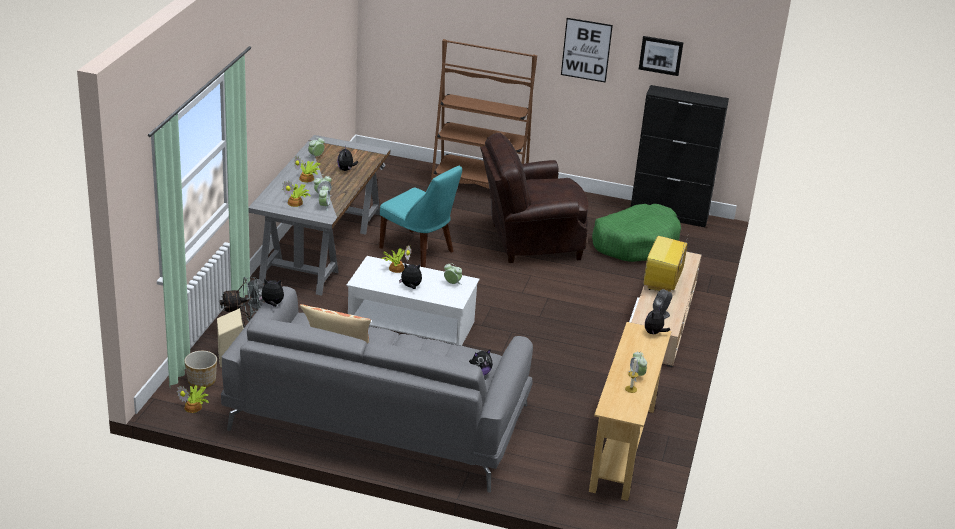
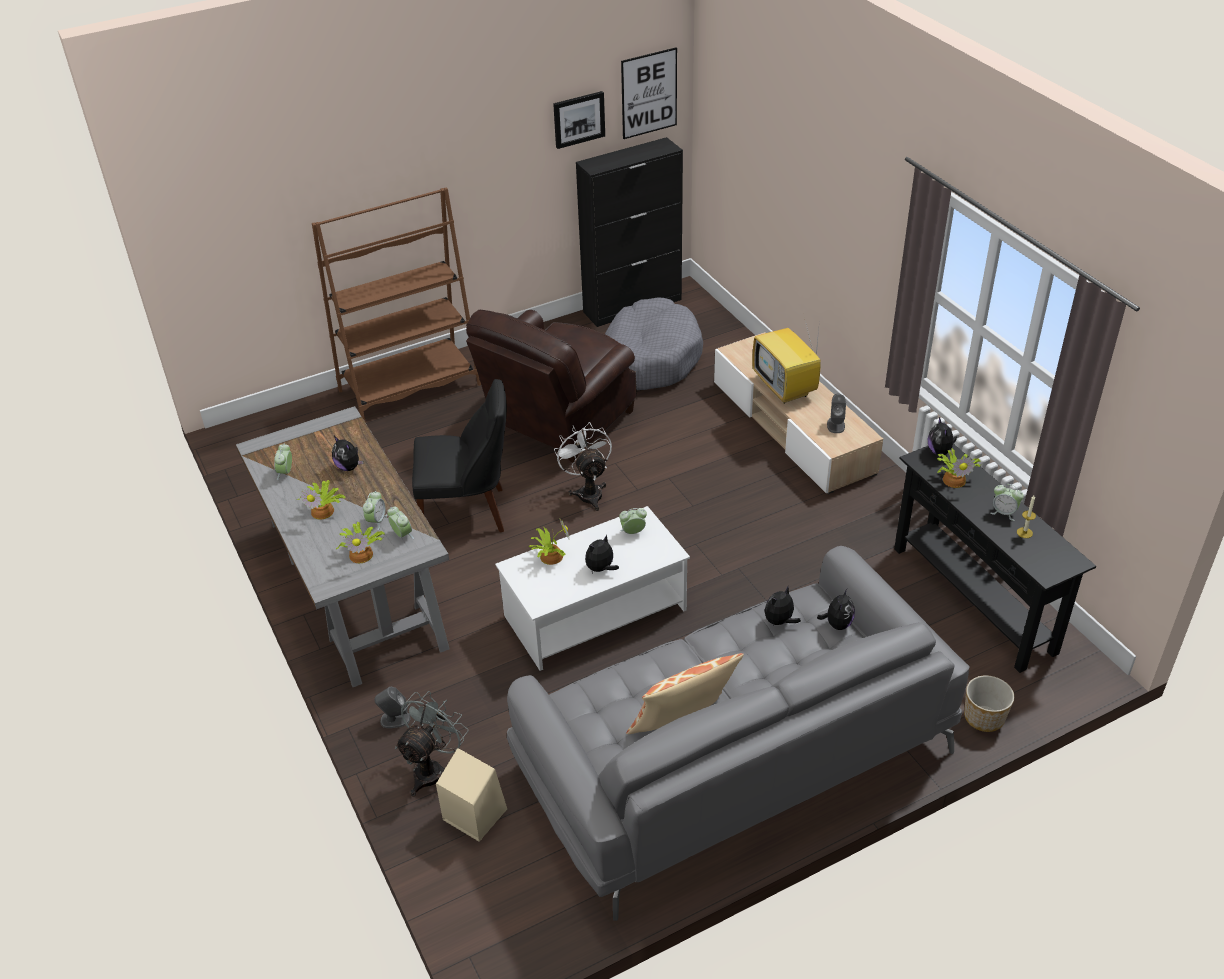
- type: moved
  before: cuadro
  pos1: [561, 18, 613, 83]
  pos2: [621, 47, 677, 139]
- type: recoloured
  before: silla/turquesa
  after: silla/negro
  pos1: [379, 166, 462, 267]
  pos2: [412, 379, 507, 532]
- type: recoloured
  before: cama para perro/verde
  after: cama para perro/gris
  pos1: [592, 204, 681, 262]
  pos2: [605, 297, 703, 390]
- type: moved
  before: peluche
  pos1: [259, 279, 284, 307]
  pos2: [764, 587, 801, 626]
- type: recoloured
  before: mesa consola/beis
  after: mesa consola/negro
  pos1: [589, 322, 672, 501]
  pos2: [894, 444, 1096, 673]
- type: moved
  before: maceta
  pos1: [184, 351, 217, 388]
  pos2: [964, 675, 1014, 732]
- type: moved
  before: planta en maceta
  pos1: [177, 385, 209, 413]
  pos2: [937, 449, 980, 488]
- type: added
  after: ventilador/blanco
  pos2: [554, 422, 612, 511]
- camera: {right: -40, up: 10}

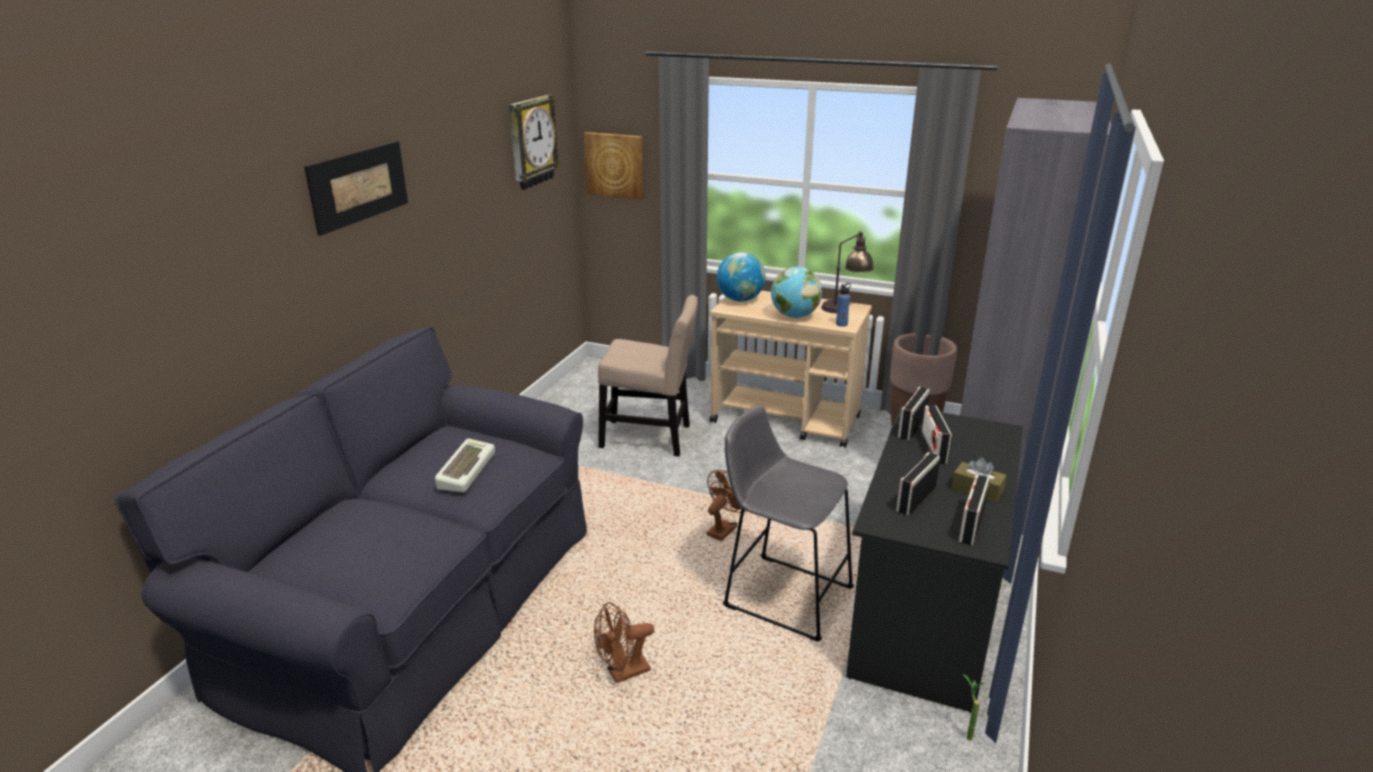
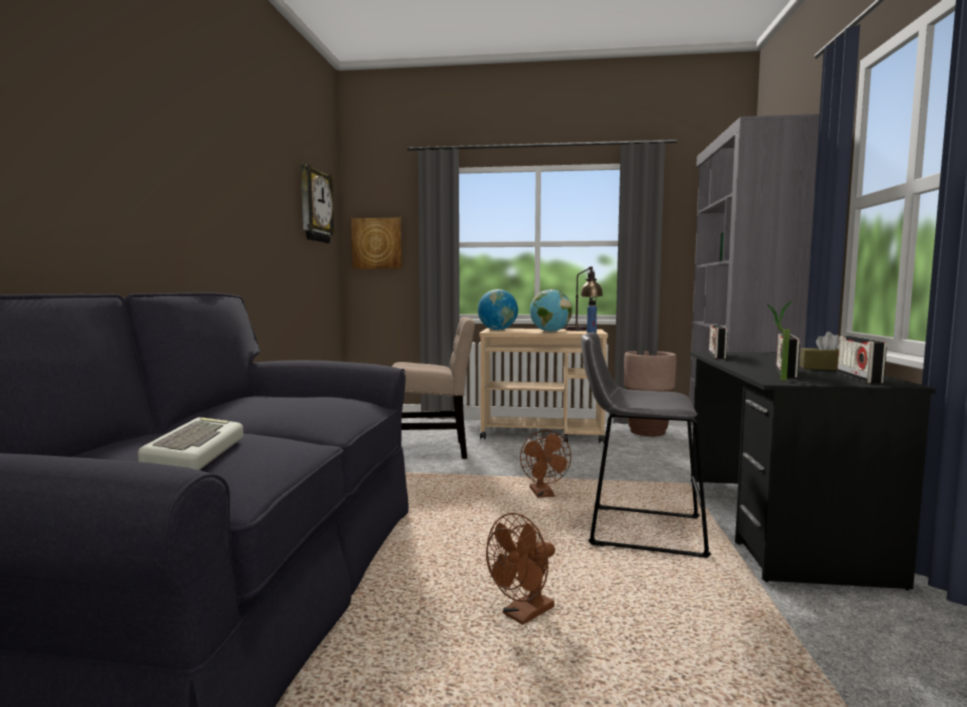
- type: removed
  before: cuadro
  pos1: [304, 141, 408, 236]
- type: removed
  before: radio
  pos1: [921, 405, 952, 464]
- type: moved
  before: teclado
  pos1: [435, 439, 495, 492]
  pos2: [138, 417, 243, 470]
- type: turned
  before: ventilador/marrón
  pos1: [707, 470, 747, 541]
  pos2: [520, 430, 571, 498]
  turn: 150
- type: moved
  before: planta en maceta
  pos1: [962, 673, 984, 741]
  pos2: [766, 299, 794, 380]
- camera: {right: -15, up: -20}

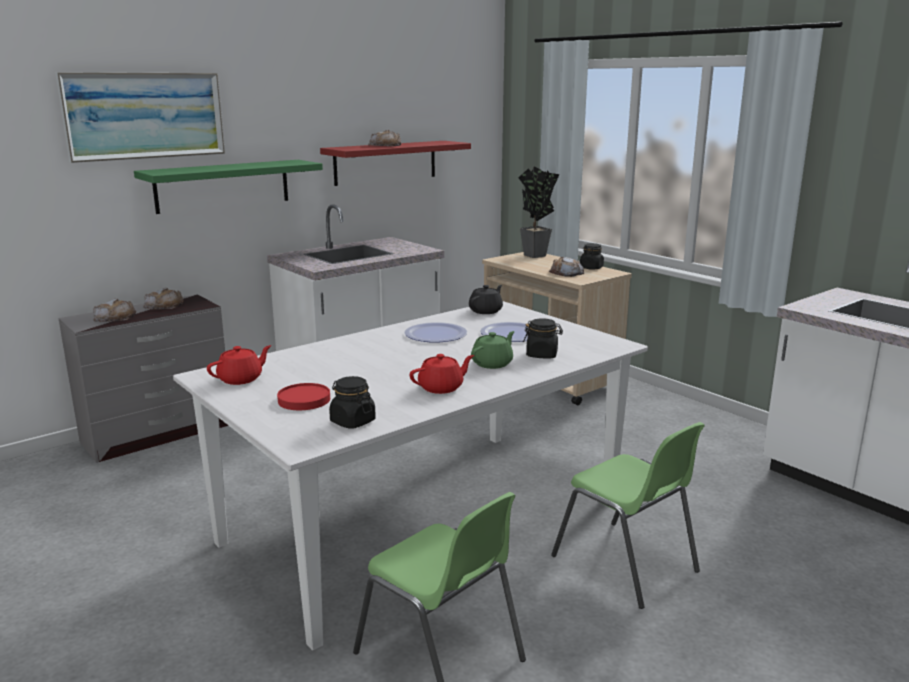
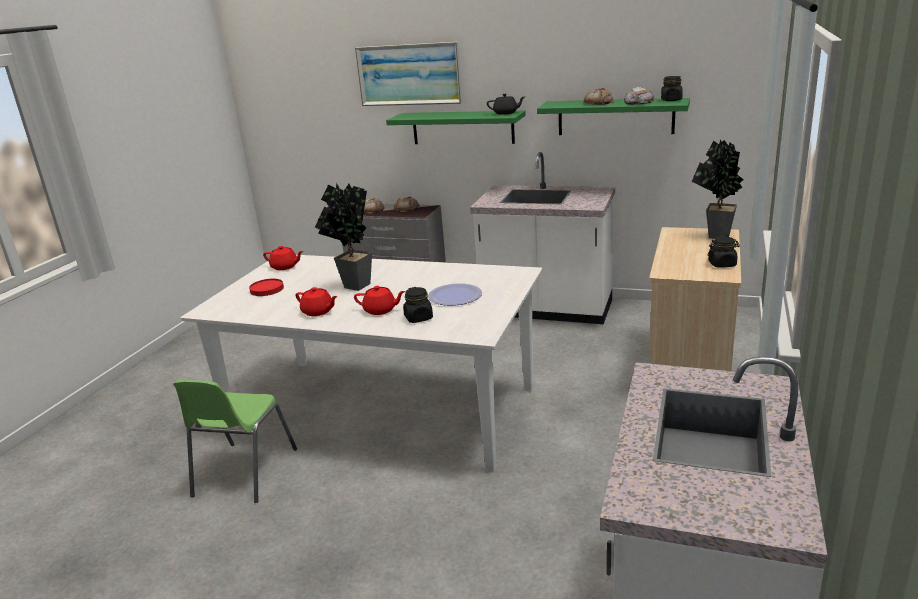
- type: recoloured
  before: estante/rojo
  after: estante/verde
  pos1: [320, 141, 471, 186]
  pos2: [537, 98, 690, 135]
- type: moved
  before: pan
  pos1: [549, 257, 584, 277]
  pos2: [624, 87, 654, 105]
- type: moved
  before: tetera/negro
  pos1: [469, 285, 503, 314]
  pos2: [487, 94, 525, 115]
- type: removed
  before: plato
  pos1: [405, 322, 467, 342]
- type: recoloured
  before: tetera/verde
  after: tetera/rojo
  pos1: [471, 331, 515, 369]
  pos2: [354, 286, 406, 315]
- type: moved
  before: tarro/negro
  pos1: [329, 376, 376, 429]
  pos2: [661, 76, 683, 101]
- type: removed
  before: silla/verde
  pos1: [551, 422, 705, 609]
- type: added
  after: planta en maceta
  pos2: [315, 183, 372, 291]
- camera: {right: 60, up: 5}

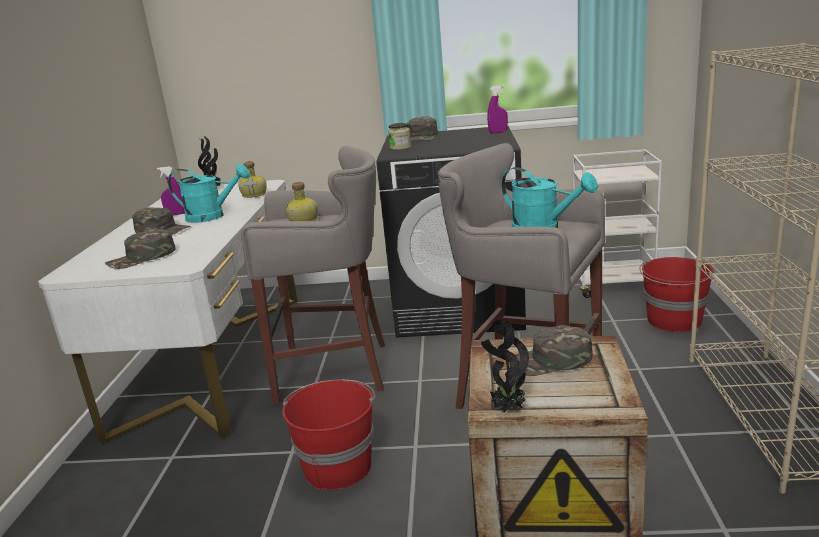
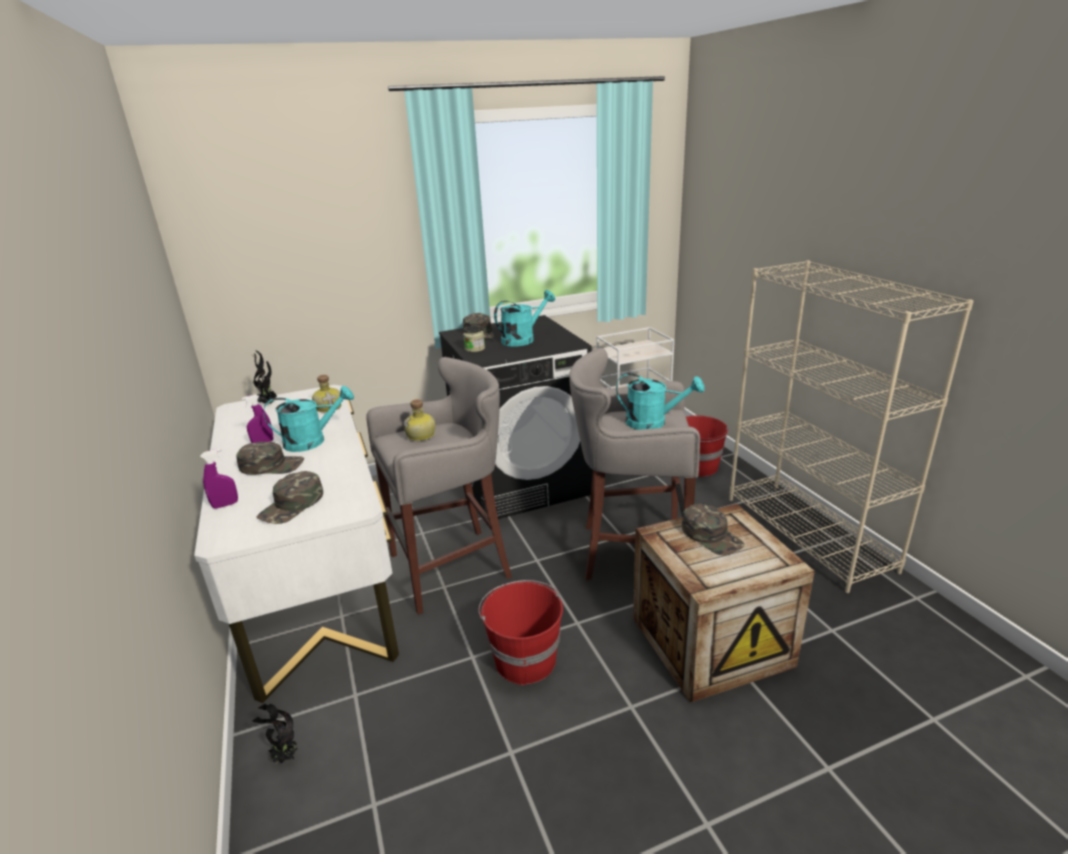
- type: moved
  before: pulverizador/morado
  pos1: [487, 85, 508, 133]
  pos2: [200, 449, 238, 509]
- type: moved
  before: planta en maceta
  pos1: [481, 320, 529, 412]
  pos2: [252, 704, 298, 765]
- type: turned
  before: gorra/verde
  pos1: [508, 325, 593, 376]
  pos2: [682, 504, 745, 555]
  turn: -90
- type: added
  after: regadera/turquesa
  pos2: [494, 290, 555, 347]
- camera: {right: -25, up: 5}

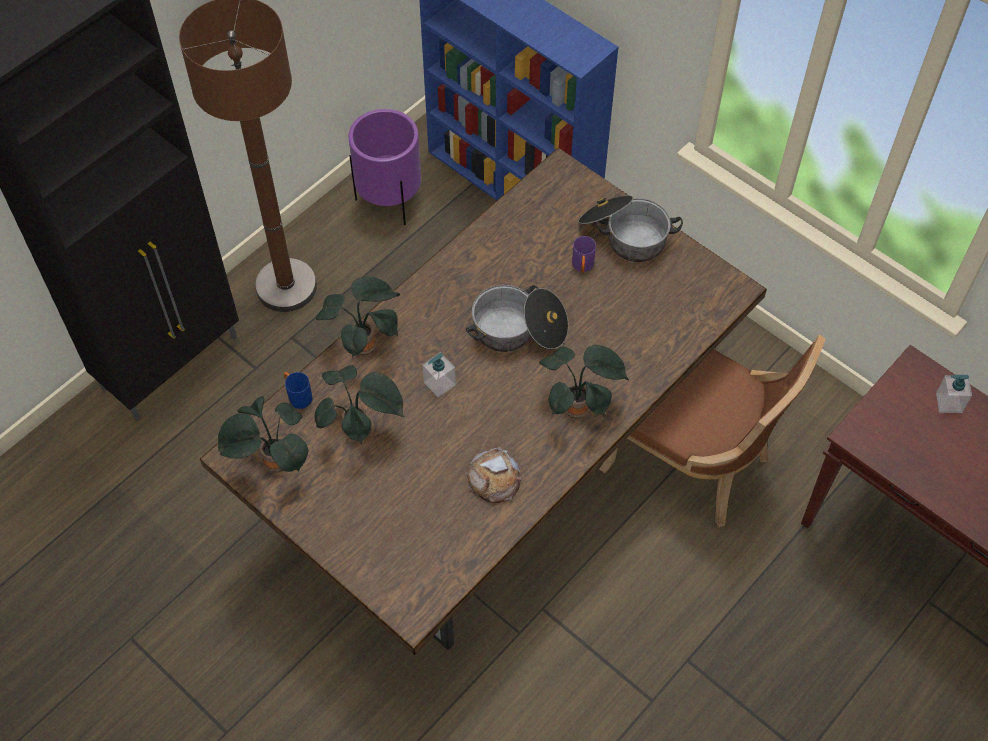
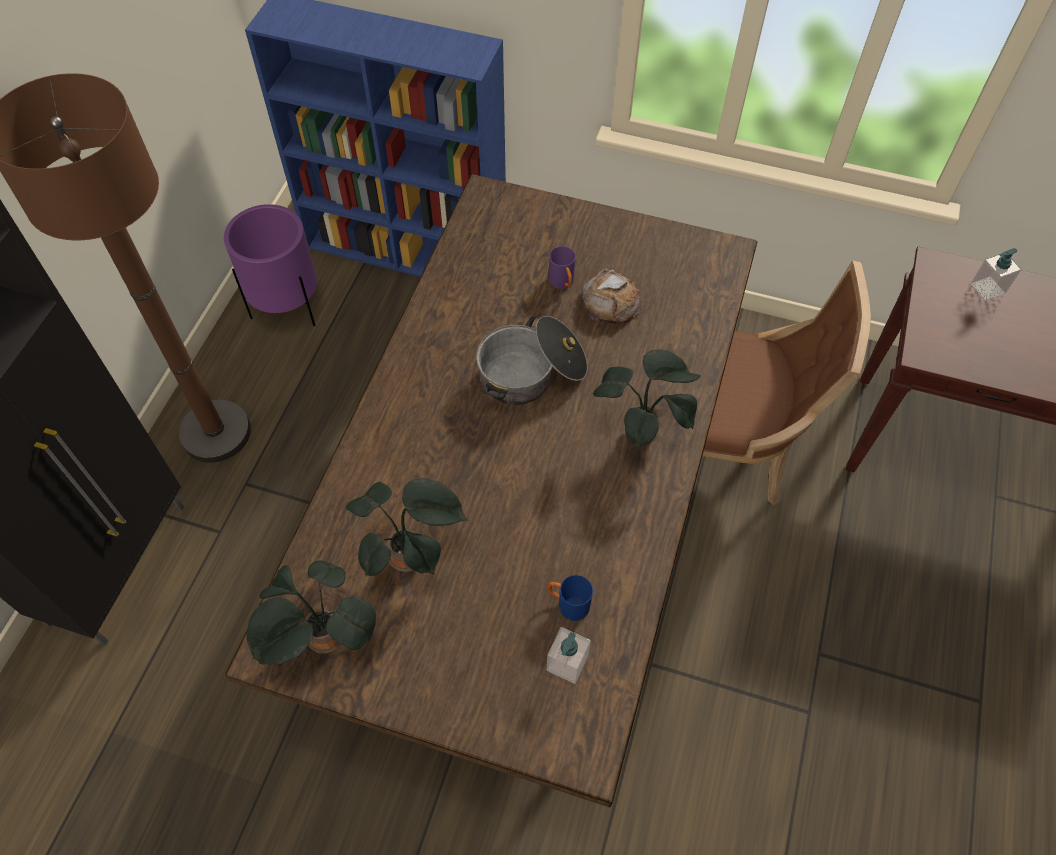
- type: removed
  before: olla
  pos1: [578, 195, 683, 262]
- type: removed
  before: planta en maceta
  pos1: [316, 276, 400, 358]
- type: moved
  before: dispensador de jabón
  pos1: [422, 352, 456, 397]
  pos2: [547, 627, 591, 684]
- type: moved
  before: taza grande/azul
  pos1: [284, 372, 313, 409]
  pos2: [547, 575, 593, 621]
- type: moved
  before: pan
  pos1: [467, 447, 522, 503]
  pos2: [582, 268, 641, 324]
- camera: {right: -25, up: 0}

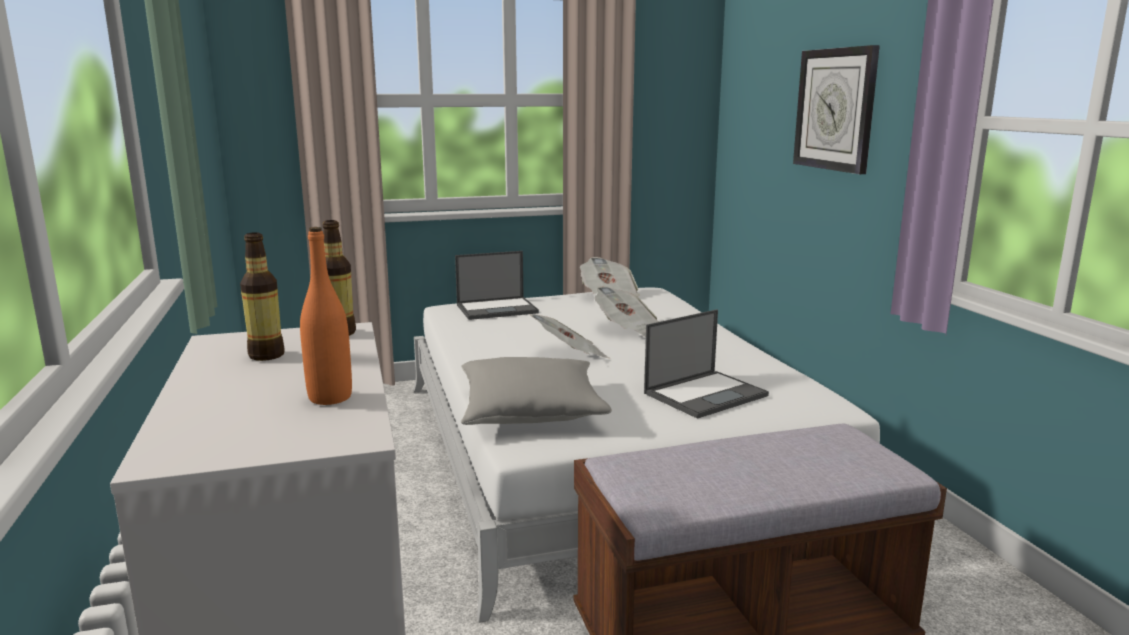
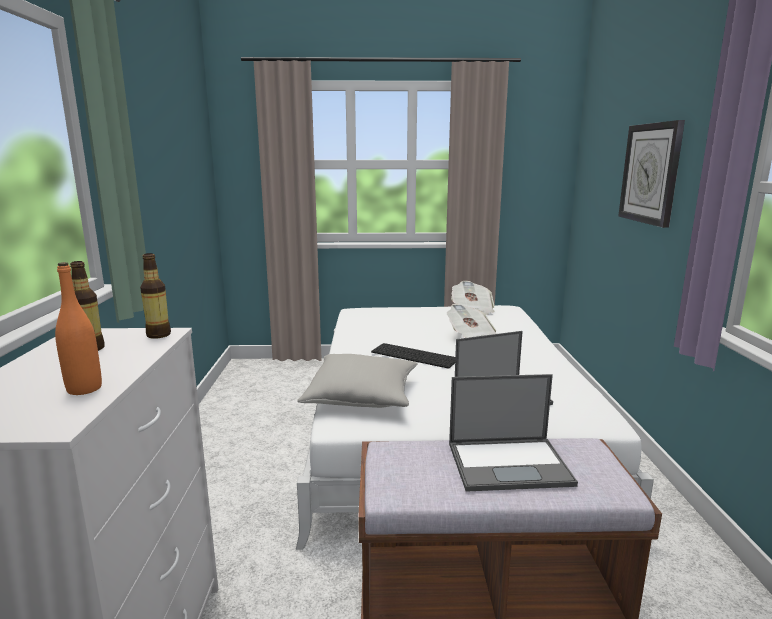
- type: moved
  before: portátil
  pos1: [455, 251, 539, 320]
  pos2: [449, 374, 578, 492]
- type: replaced
  before: periódico
  after: teclado
  pos1: [529, 314, 609, 358]
  pos2: [371, 343, 455, 369]
- camera: {right: 15, up: 0}

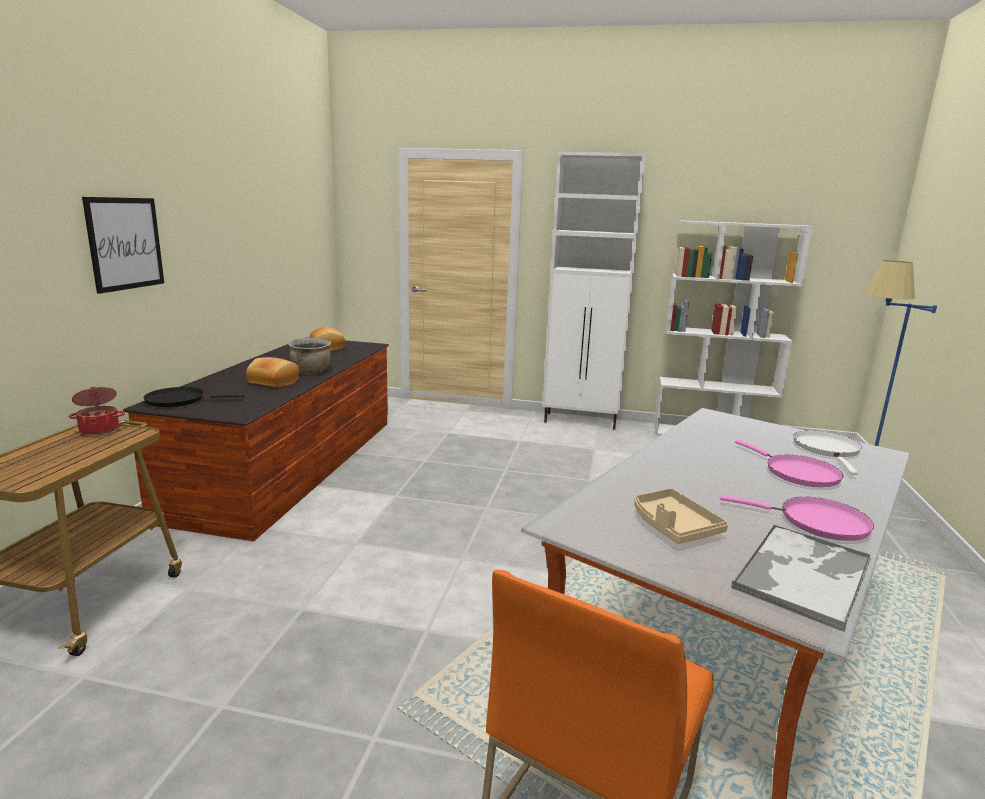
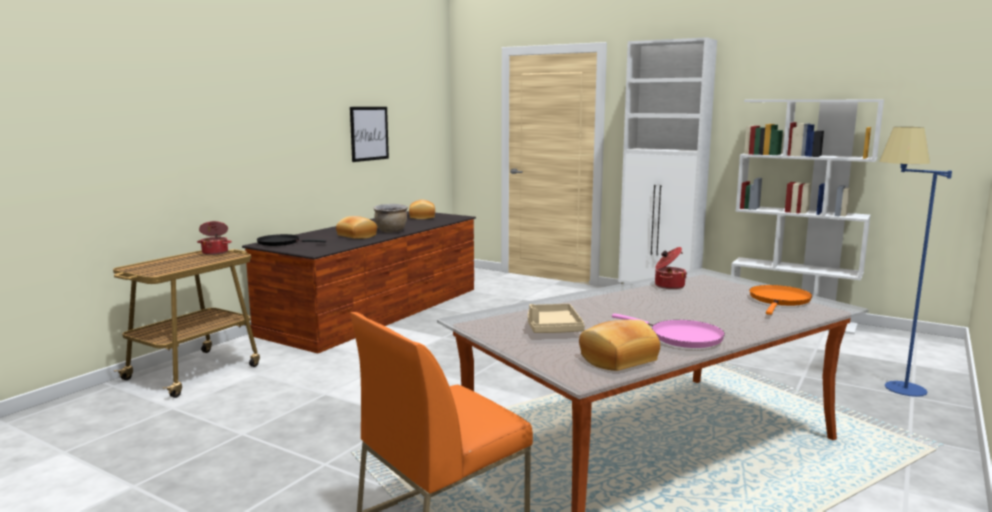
- type: moved
  before: cuadro
  pos1: [82, 197, 164, 294]
  pos2: [350, 107, 389, 162]
- type: recoloured
  before: sartén/blanco
  after: sartén/naranja
  pos1: [793, 430, 862, 475]
  pos2: [749, 285, 812, 315]
- type: removed
  before: sartén/rosa
  pos1: [735, 440, 844, 487]
- type: replaced
  before: bandeja
  after: pan
  pos1: [731, 524, 871, 632]
  pos2: [579, 320, 660, 371]
- type: added
  after: olla
  pos2: [655, 247, 687, 289]
- camera: {right: 20, up: -5}

